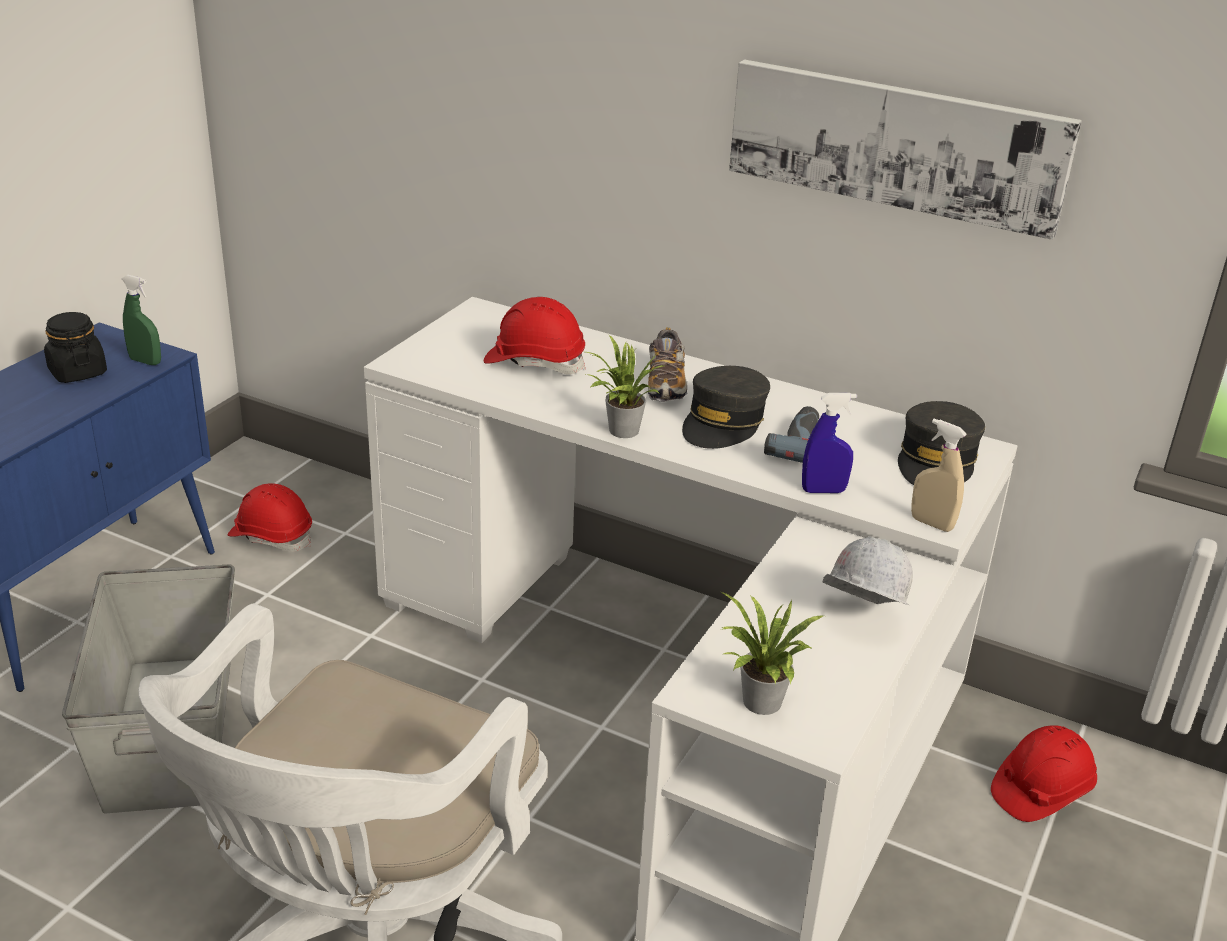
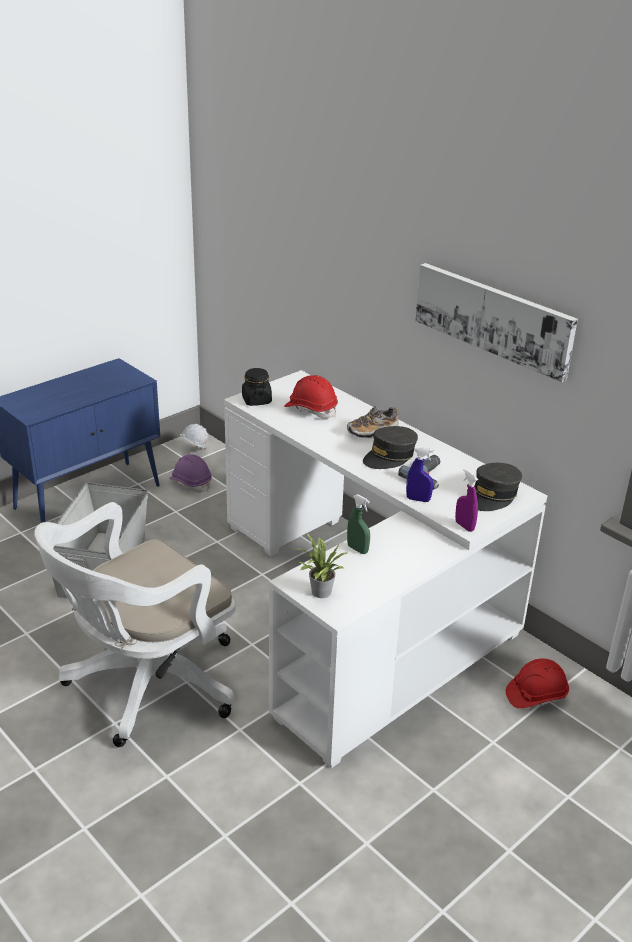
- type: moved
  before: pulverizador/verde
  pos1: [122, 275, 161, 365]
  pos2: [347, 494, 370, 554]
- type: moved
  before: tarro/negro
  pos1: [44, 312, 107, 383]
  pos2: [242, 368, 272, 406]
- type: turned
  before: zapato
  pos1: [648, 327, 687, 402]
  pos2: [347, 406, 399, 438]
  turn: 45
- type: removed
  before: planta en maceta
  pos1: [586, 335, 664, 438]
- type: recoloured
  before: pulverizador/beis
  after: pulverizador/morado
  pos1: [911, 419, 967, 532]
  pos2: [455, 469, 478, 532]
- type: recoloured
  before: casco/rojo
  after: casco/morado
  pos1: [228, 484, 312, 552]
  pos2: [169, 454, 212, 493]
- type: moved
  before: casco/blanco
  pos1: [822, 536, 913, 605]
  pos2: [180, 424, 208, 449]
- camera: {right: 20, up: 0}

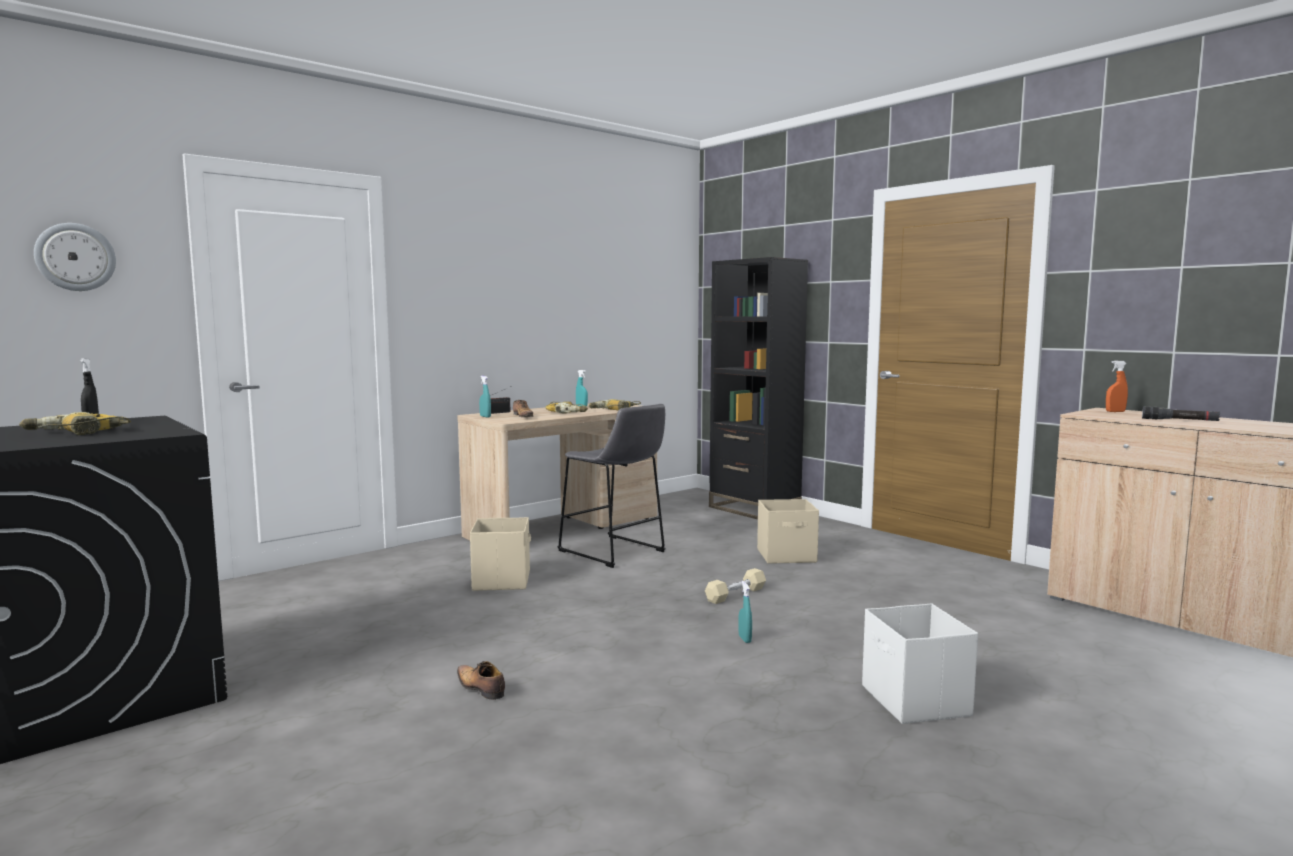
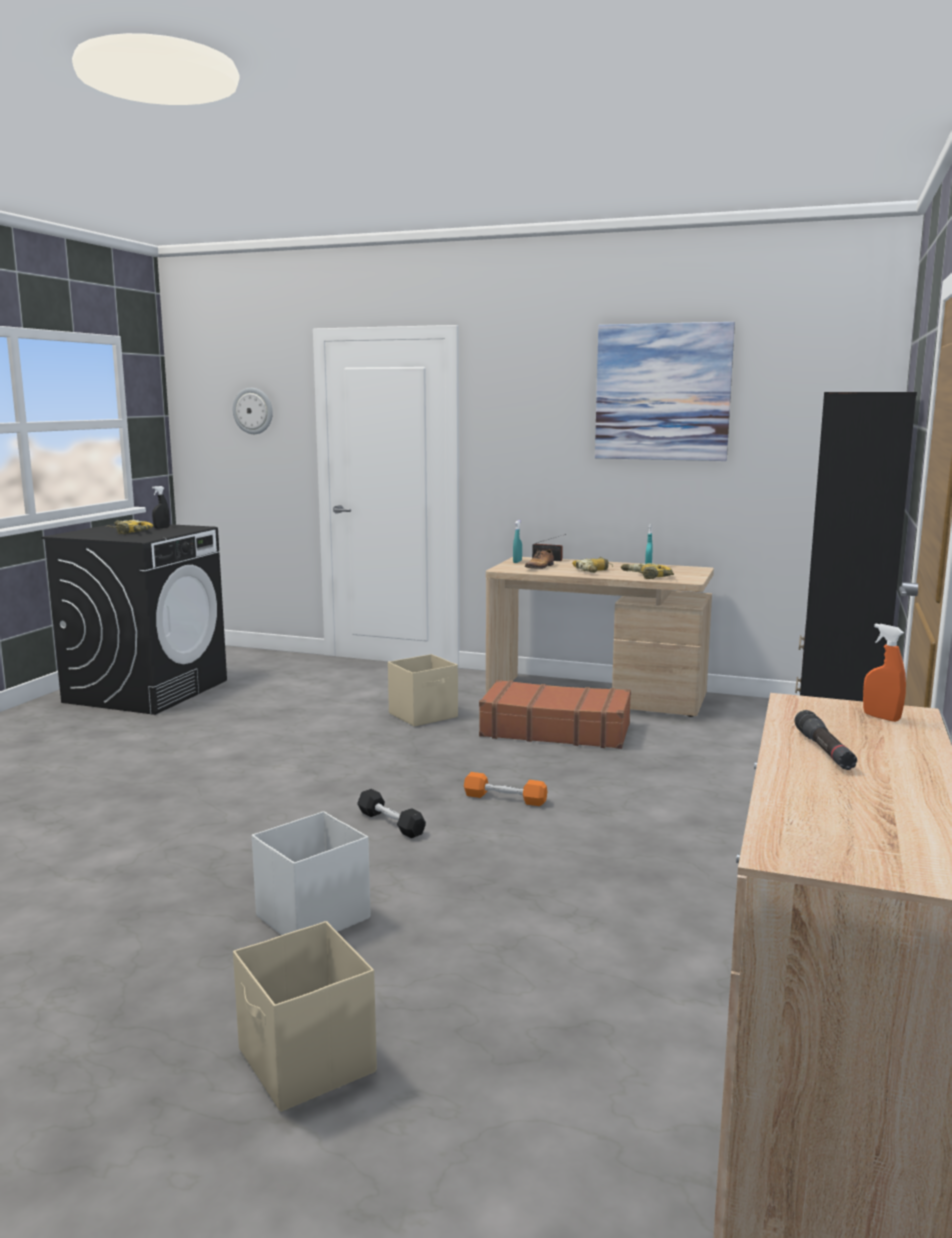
- type: replaced
  before: taburete/gris
  after: maleta/marrón
  pos1: [557, 404, 666, 568]
  pos2: [479, 680, 631, 749]
- type: moved
  before: caja de almacenaje/beis
  pos1: [757, 499, 819, 564]
  pos2: [233, 921, 377, 1112]
- type: recoloured
  before: mancuerna/beis
  after: mancuerna/naranja
  pos1: [705, 568, 766, 604]
  pos2: [464, 772, 548, 806]
- type: replaced
  before: pulverizador/turquesa
  after: mancuerna/negro
  pos1: [738, 581, 752, 643]
  pos2: [357, 789, 426, 838]
- type: removed
  before: zapato
  pos1: [457, 661, 505, 700]
- type: added
  after: cuadro
  pos2: [595, 322, 735, 461]
- camera: {right: 60, up: 5}

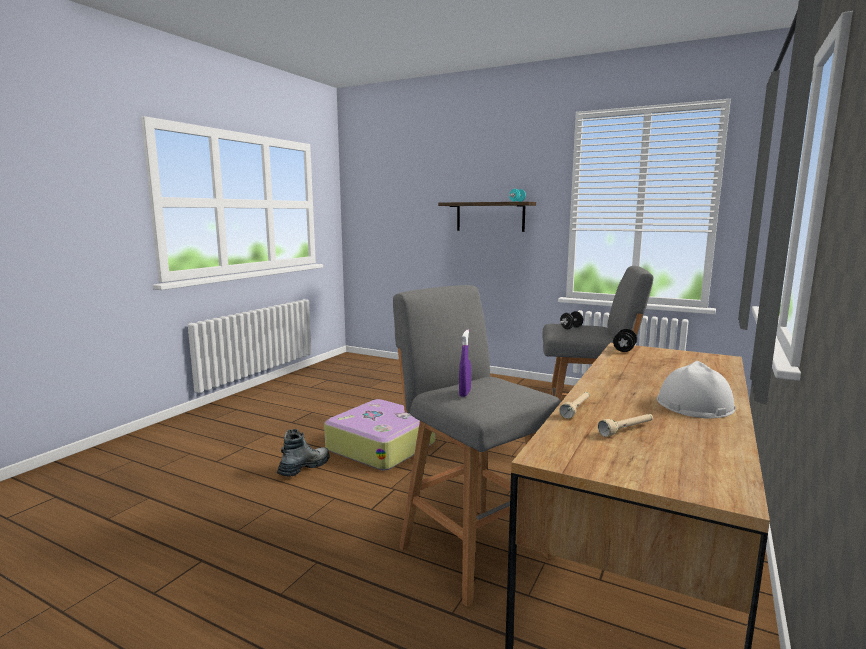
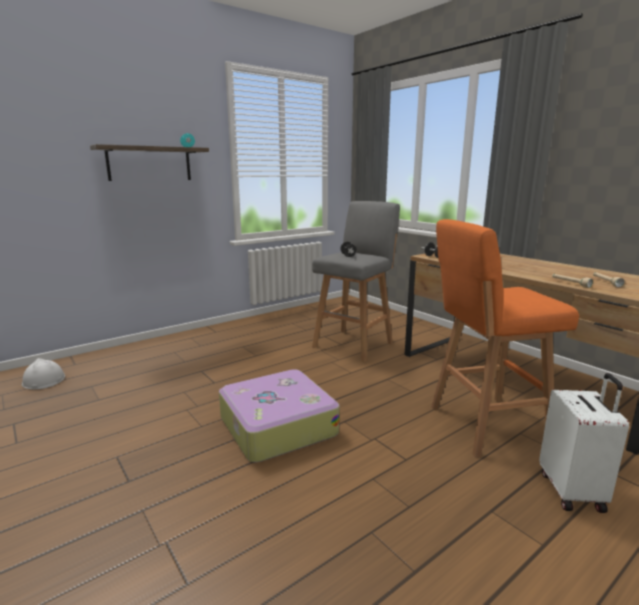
- type: recoloured
  before: taburete/gris
  after: taburete/naranja
  pos1: [393, 285, 561, 607]
  pos2: [431, 219, 579, 457]
- type: removed
  before: pulverizador/morado
  pos1: [459, 330, 471, 397]
- type: moved
  before: casco/blanco
  pos1: [657, 361, 735, 418]
  pos2: [22, 358, 65, 389]
- type: removed
  before: bota
  pos1: [277, 429, 330, 477]
- type: added
  after: maleta/blanco
  pos2: [539, 373, 629, 513]
- camera: {right: -65, up: 5}

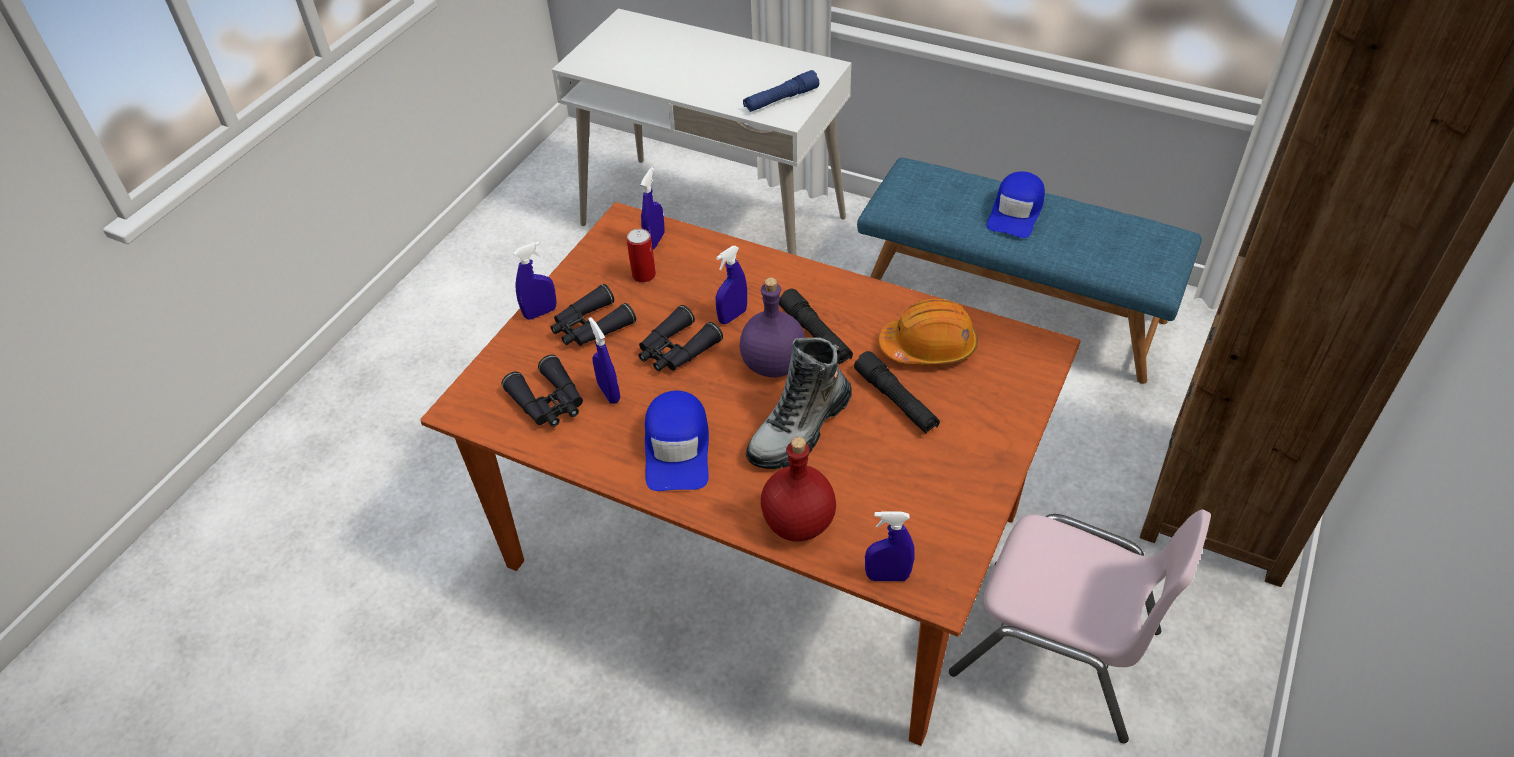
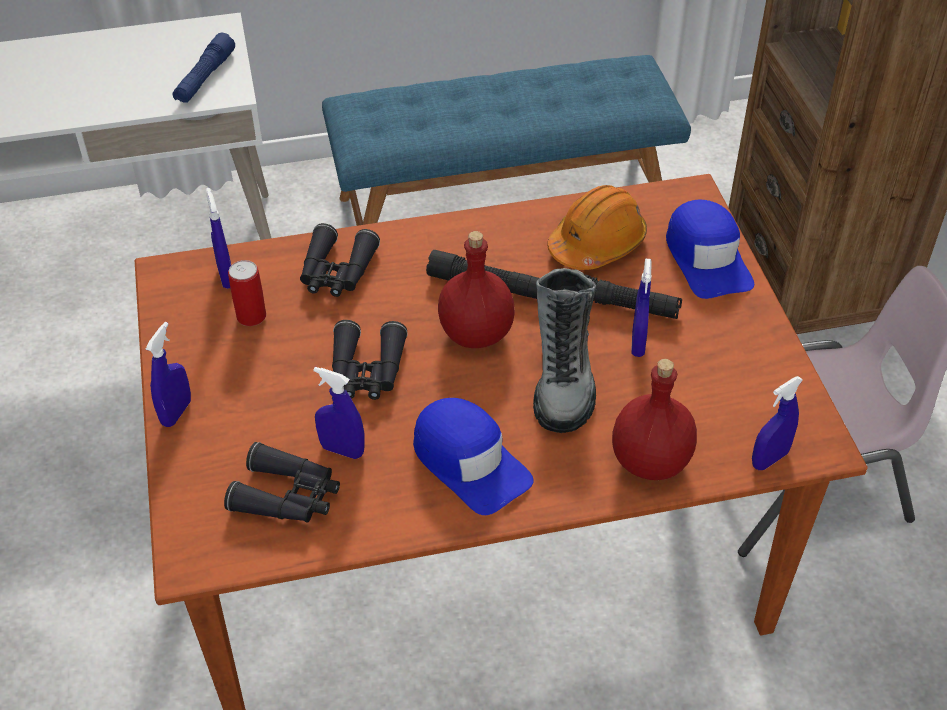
- type: moved
  before: gorra/azul
  pos1: [987, 171, 1045, 238]
  pos2: [666, 200, 754, 299]
- type: moved
  before: pulverizador/azul
  pos1: [716, 246, 747, 324]
  pos2: [631, 259, 652, 357]
- type: recoloured
  before: botella/morado
  after: botella/rojo
  pos1: [740, 277, 805, 377]
  pos2: [438, 231, 515, 348]
- type: moved
  before: prismáticos/negro
  pos1: [551, 284, 636, 346]
  pos2: [300, 223, 380, 297]
- camera: {right: -40, up: 0}

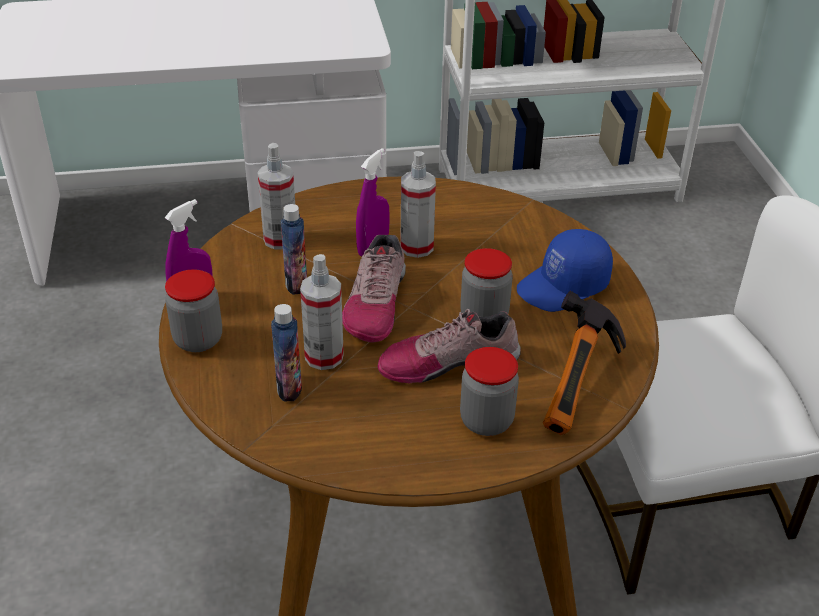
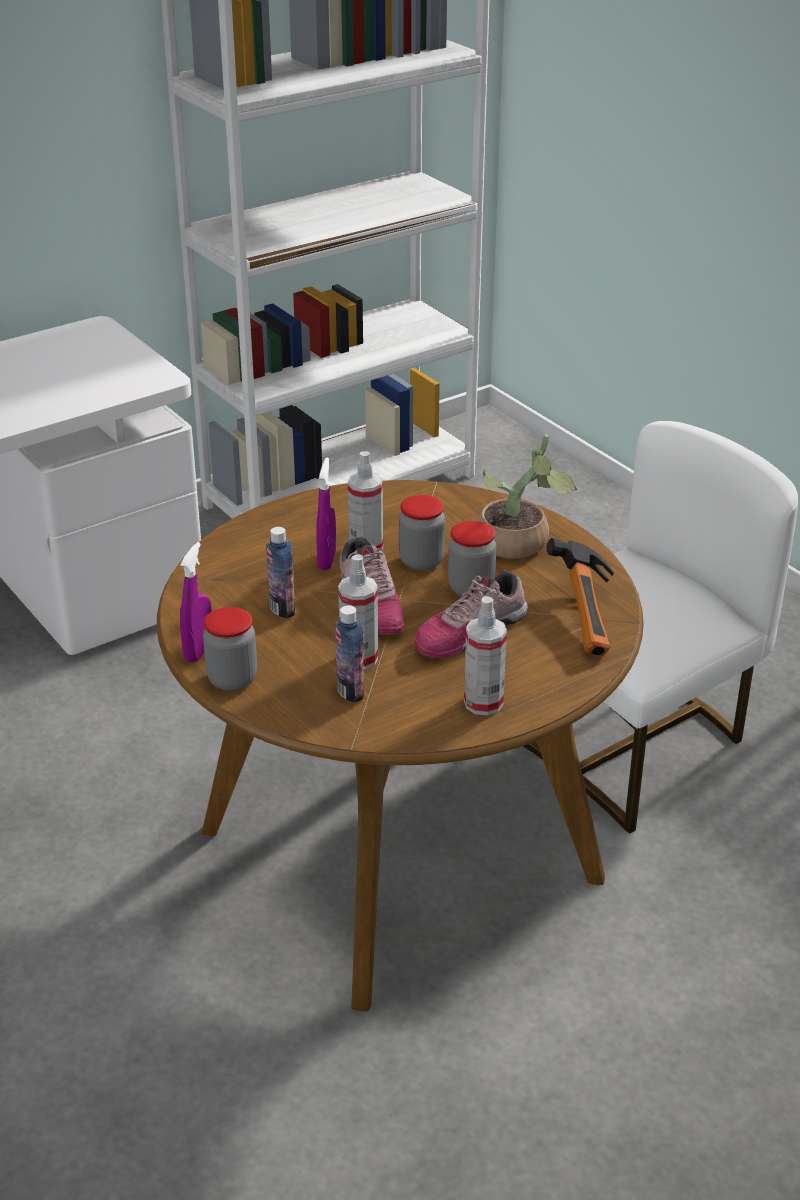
- type: moved
  before: pulverizador
  pos1: [257, 143, 295, 249]
  pos2: [464, 596, 507, 716]
- type: replaced
  before: gorra/azul
  after: planta en maceta
  pos1: [517, 229, 613, 312]
  pos2: [477, 435, 577, 559]
- type: moved
  before: tarro
  pos1: [460, 347, 519, 436]
  pos2: [399, 495, 445, 571]
- camera: {right: -25, up: -5}

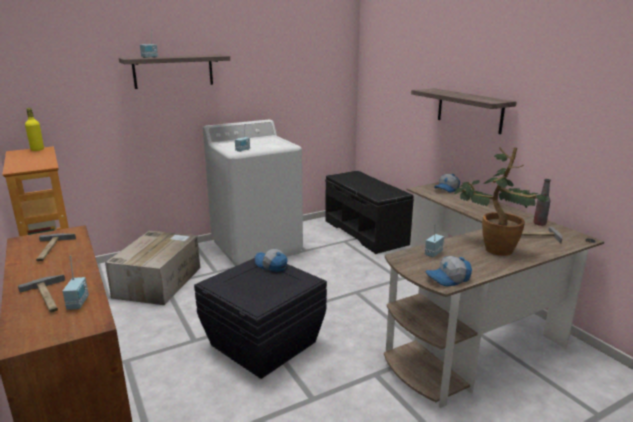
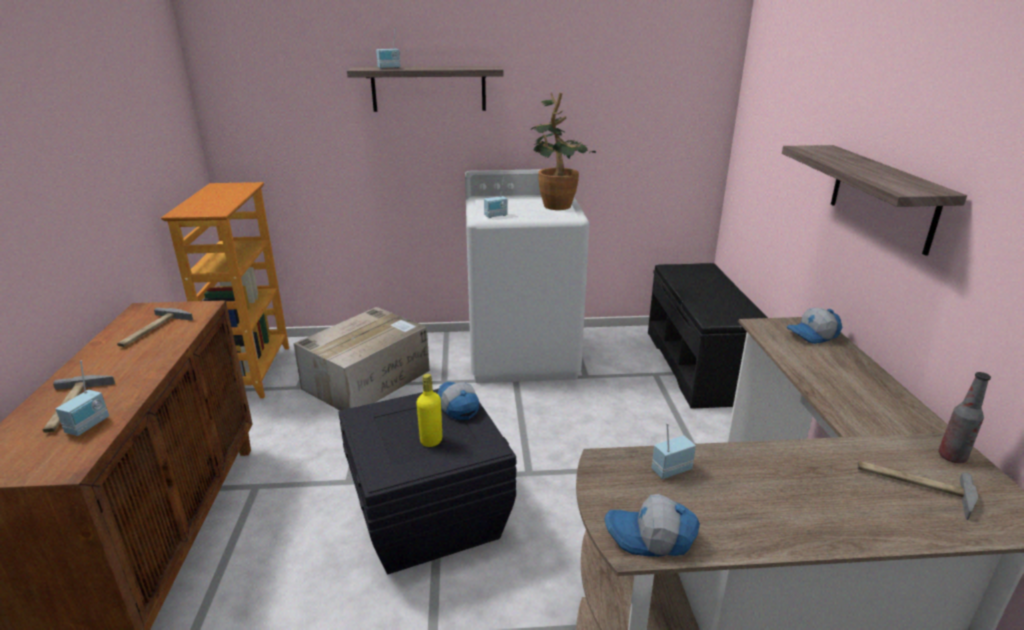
- type: moved
  before: botella/amarillo
  pos1: [25, 108, 44, 151]
  pos2: [416, 374, 442, 447]
- type: moved
  before: planta en maceta
  pos1: [454, 147, 549, 256]
  pos2: [532, 93, 596, 210]
- camera: {right: 25, up: 5}

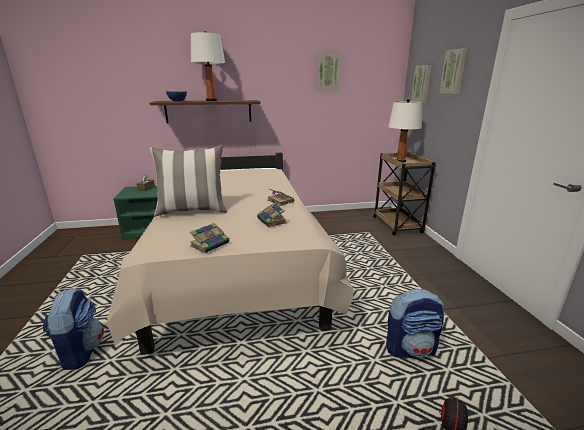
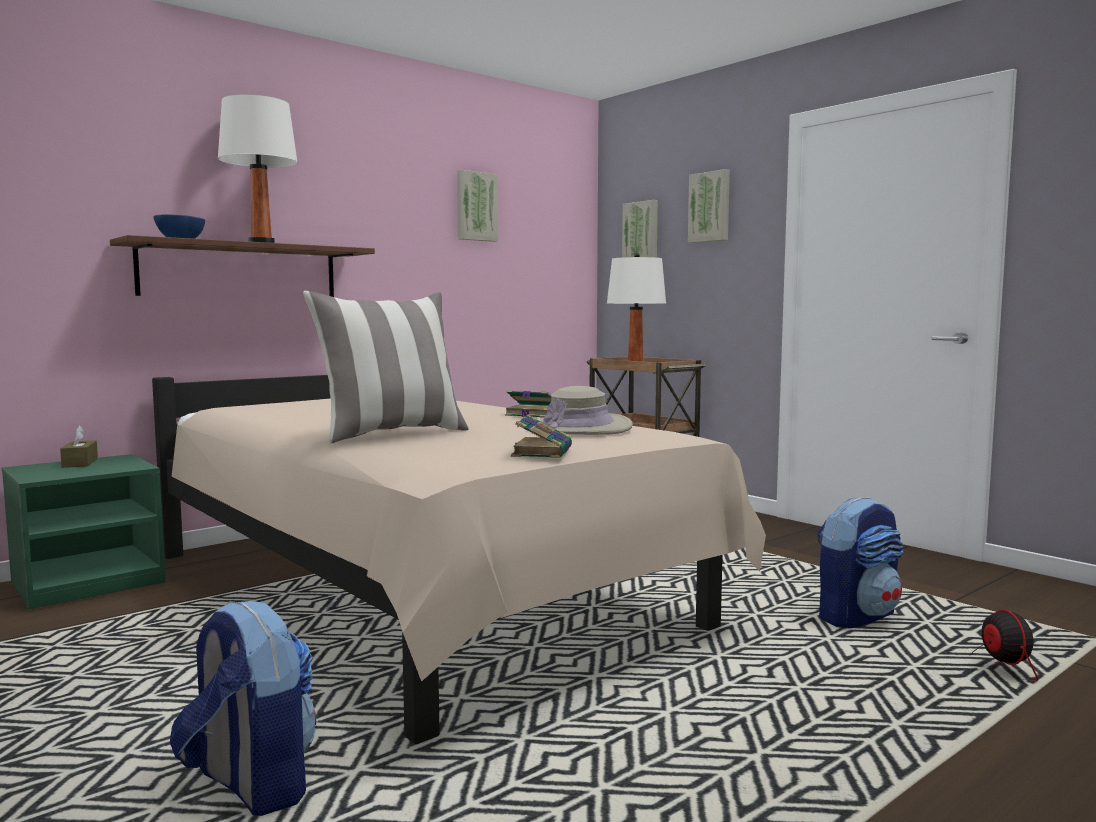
- type: replaced
  before: libro
  after: sombrero/beis
  pos1: [257, 203, 287, 227]
  pos2: [539, 386, 633, 435]
- camera: {right: -30, up: -15}

